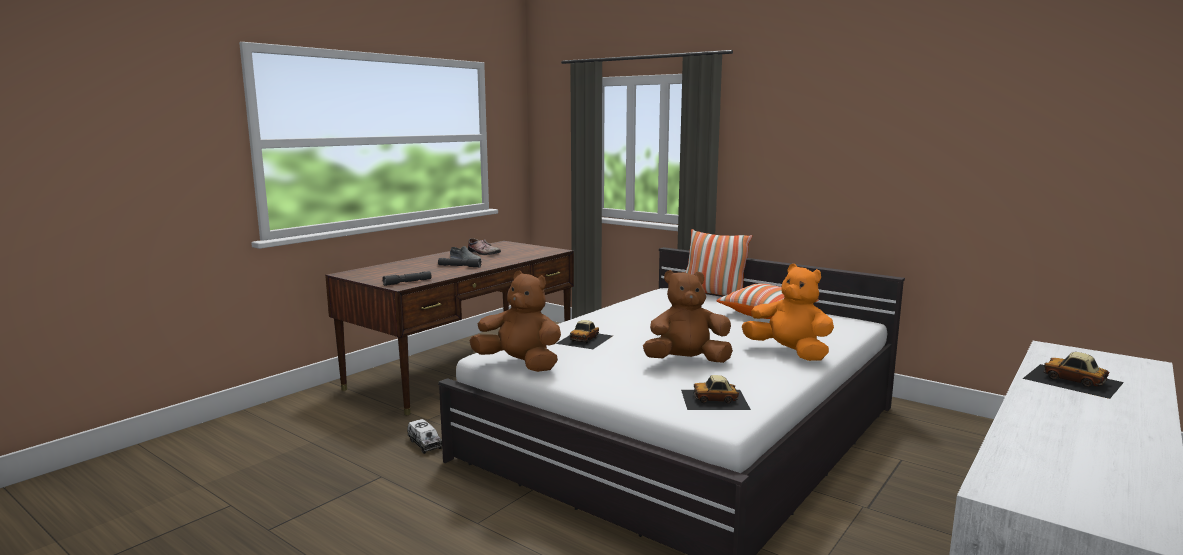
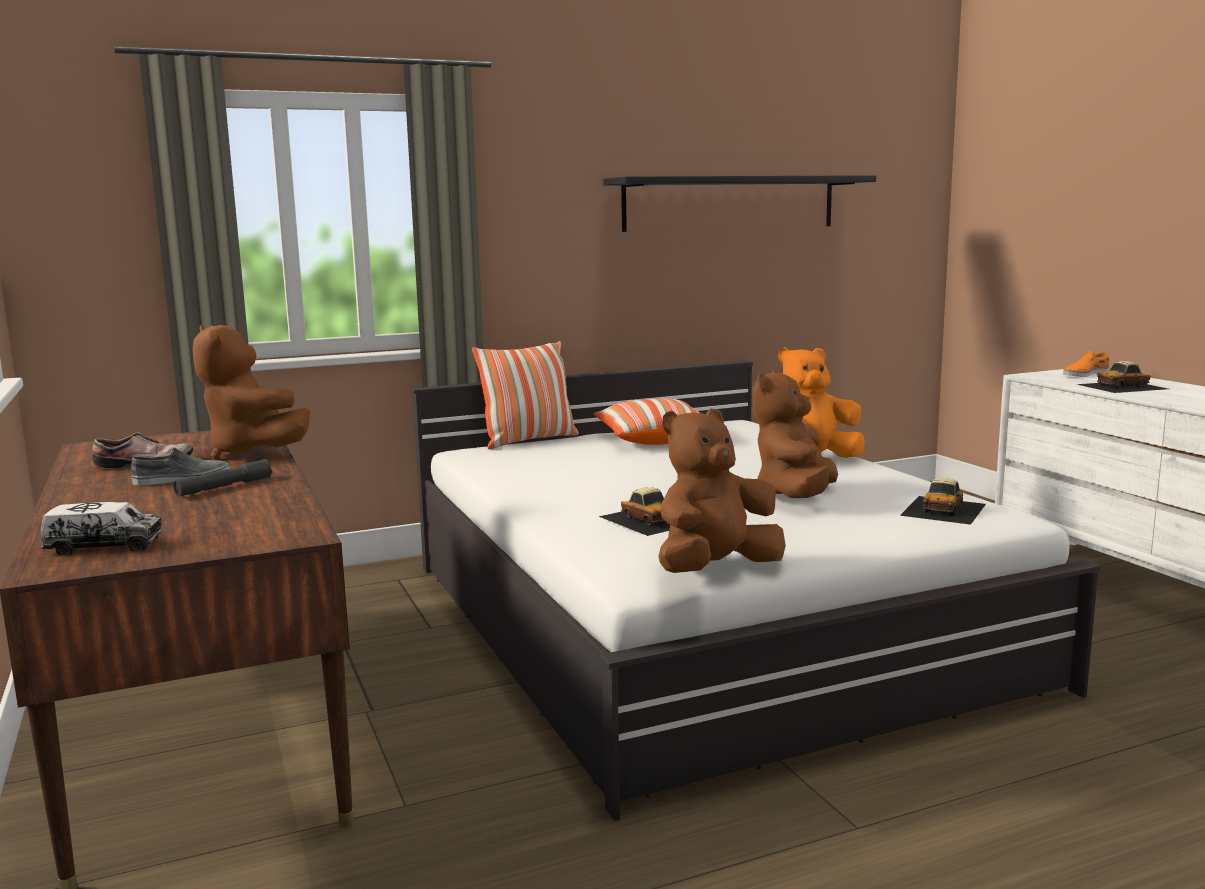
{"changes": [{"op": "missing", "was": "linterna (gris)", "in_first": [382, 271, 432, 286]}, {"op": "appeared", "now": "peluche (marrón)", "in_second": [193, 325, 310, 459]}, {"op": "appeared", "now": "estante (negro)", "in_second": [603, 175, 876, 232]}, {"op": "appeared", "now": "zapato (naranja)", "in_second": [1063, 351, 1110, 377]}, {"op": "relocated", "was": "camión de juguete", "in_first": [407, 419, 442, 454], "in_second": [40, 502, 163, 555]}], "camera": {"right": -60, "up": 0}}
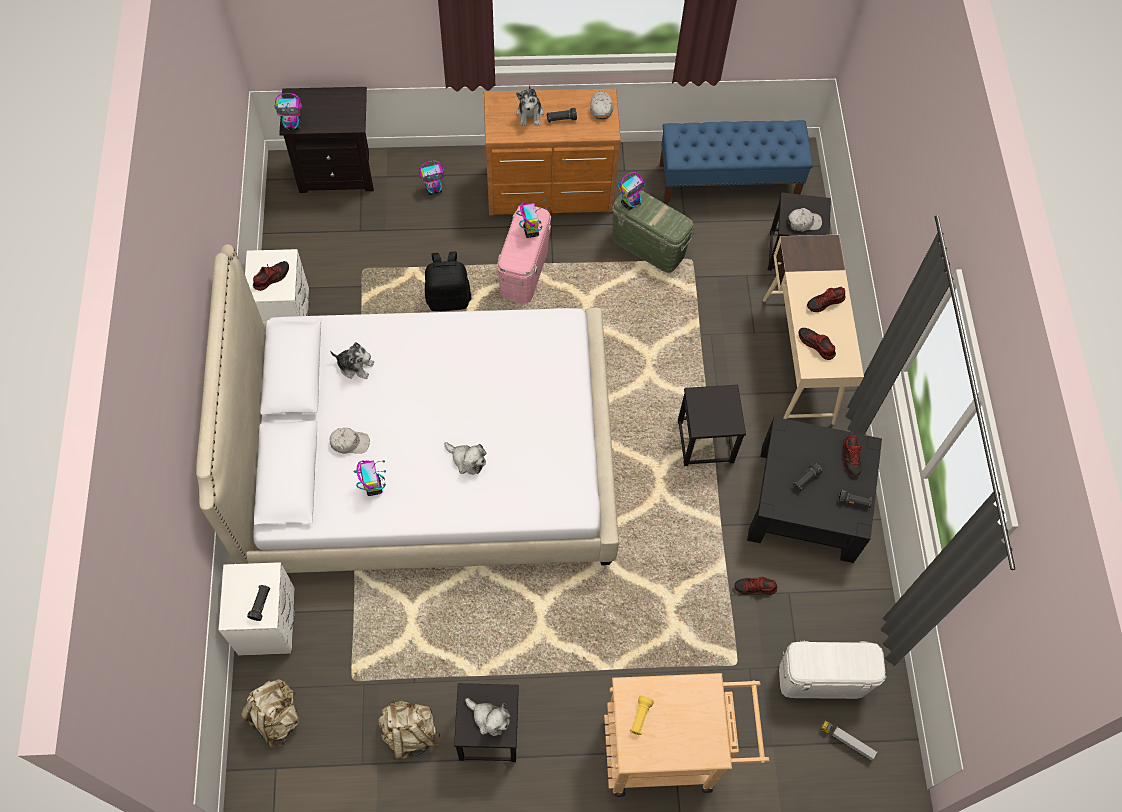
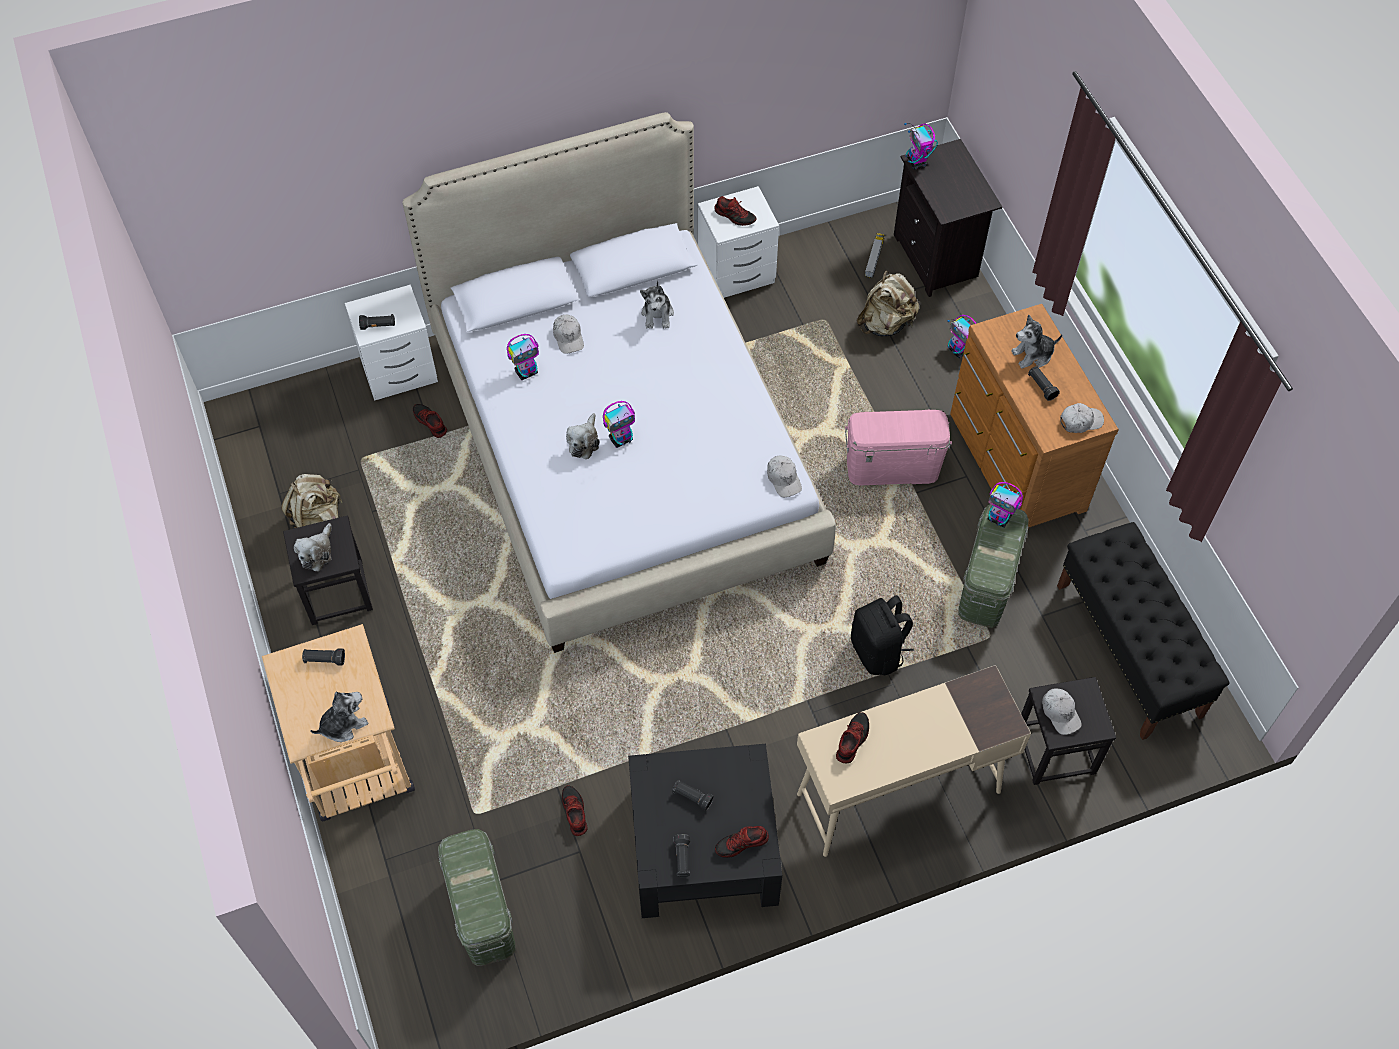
{"changes": [{"op": "missing", "was": "taburete (negro)", "in_first": [678, 385, 746, 466]}, {"op": "appeared", "now": "peluche", "in_second": [310, 692, 368, 742]}, {"op": "appeared", "now": "gorra (blanco)", "in_second": [767, 455, 802, 497]}, {"op": "relocated", "was": "mochila (beis)", "in_first": [240, 679, 299, 748], "in_second": [857, 271, 919, 336]}, {"op": "relocated", "was": "mochila (negro)", "in_first": [425, 252, 471, 311], "in_second": [851, 595, 914, 676]}, {"op": "relocated", "was": "robot de juguete", "in_first": [516, 199, 547, 238], "in_second": [603, 401, 635, 448]}, {"op": "relocated", "was": "zapato", "in_first": [807, 287, 846, 312], "in_second": [413, 404, 447, 438]}, {"op": "relocated", "was": "camión de juguete", "in_first": [820, 721, 878, 761], "in_second": [865, 233, 885, 278]}, {"op": "colour", "was": "linterna (amarillo)", "now": "linterna (negro)", "in_first": [630, 696, 654, 735], "in_second": [302, 648, 345, 665]}, {"op": "colour", "was": "banco (azul)", "now": "banco (negro)", "in_first": [660, 120, 813, 204], "in_second": [1057, 522, 1230, 740]}, {"op": "colour", "was": "caja de almacenaje (blanco)", "now": "caja de almacenaje (verde)", "in_first": [779, 641, 886, 699], "in_second": [438, 829, 516, 966]}], "camera": {"right": 75, "up": -5}}
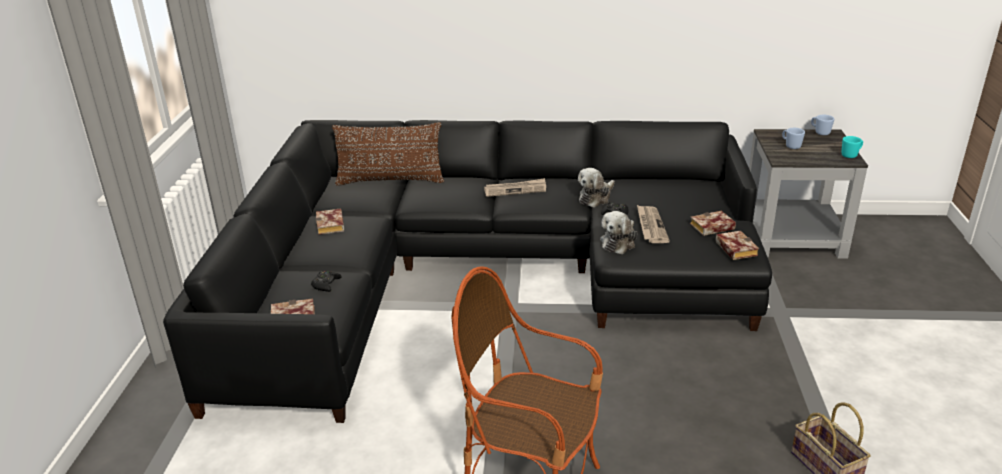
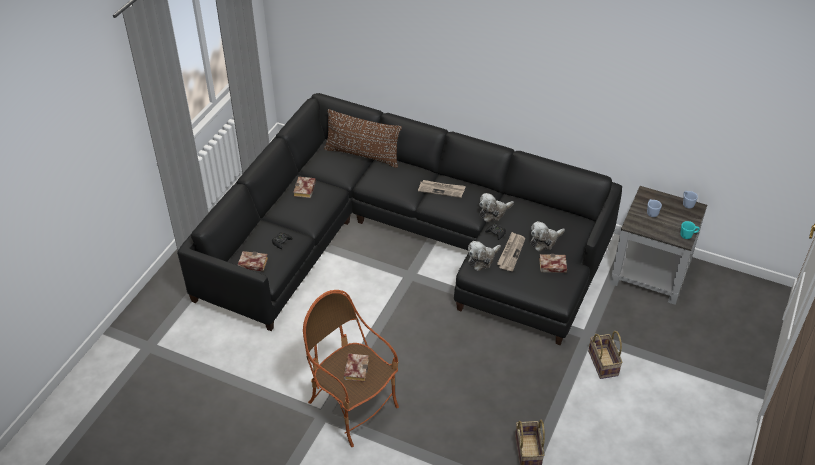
{"changes": [{"op": "appeared", "now": "peluche", "in_second": [530, 221, 565, 251]}, {"op": "appeared", "now": "cesta", "in_second": [588, 331, 623, 379]}, {"op": "relocated", "was": "libro", "in_first": [716, 231, 759, 260], "in_second": [344, 354, 369, 382]}], "camera": {"right": 20, "up": 15}}
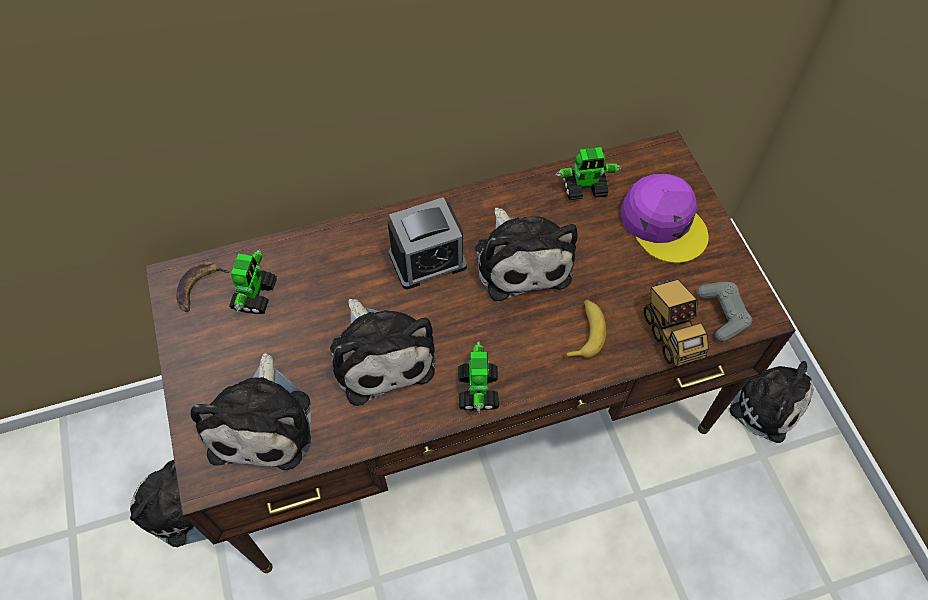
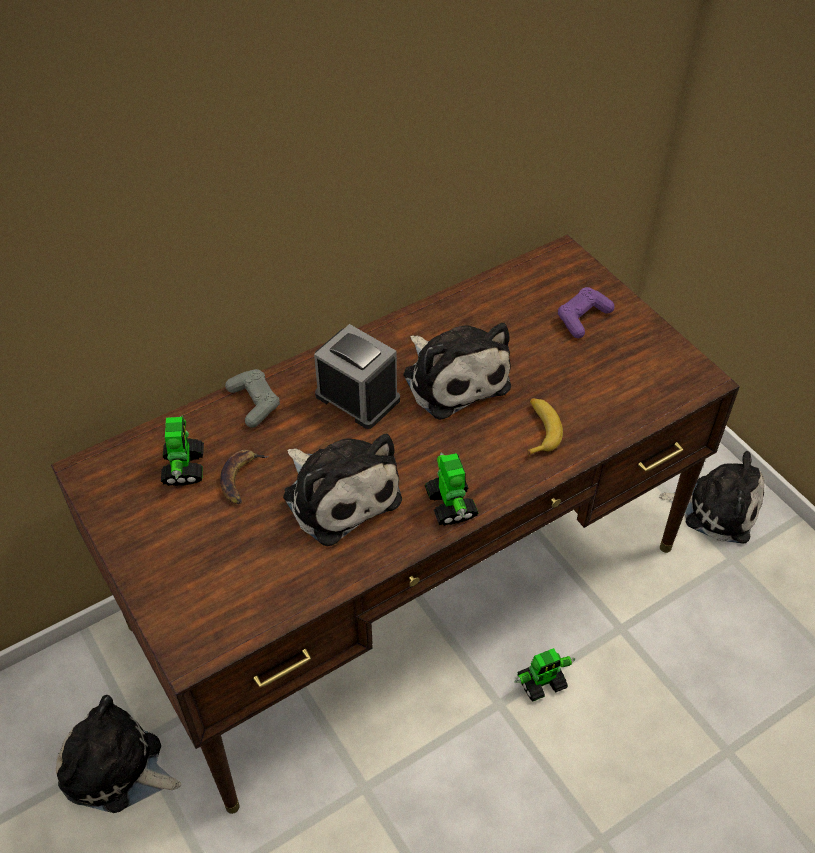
{"changes": [{"op": "missing", "was": "peluche", "in_first": [190, 353, 311, 470]}, {"op": "missing", "was": "camión de juguete", "in_first": [644, 278, 709, 367]}, {"op": "relocated", "was": "plátano", "in_first": [177, 262, 231, 312], "in_second": [220, 450, 270, 504]}, {"op": "relocated", "was": "robot de juguete", "in_first": [555, 147, 622, 200], "in_second": [515, 648, 575, 702]}, {"op": "relocated", "was": "mando de consola (gris)", "in_first": [697, 282, 753, 342], "in_second": [225, 369, 280, 428]}, {"op": "exchanged", "was": "gorra (morado)", "now": "mando de consola (morado)", "in_first": [621, 174, 709, 263], "in_second": [558, 287, 615, 338]}, {"op": "spun", "was": "despertador", "in_first": [388, 197, 467, 290], "in_second": [314, 324, 400, 429], "clockwise": -105}], "camera": {"right": -15, "up": -10}}
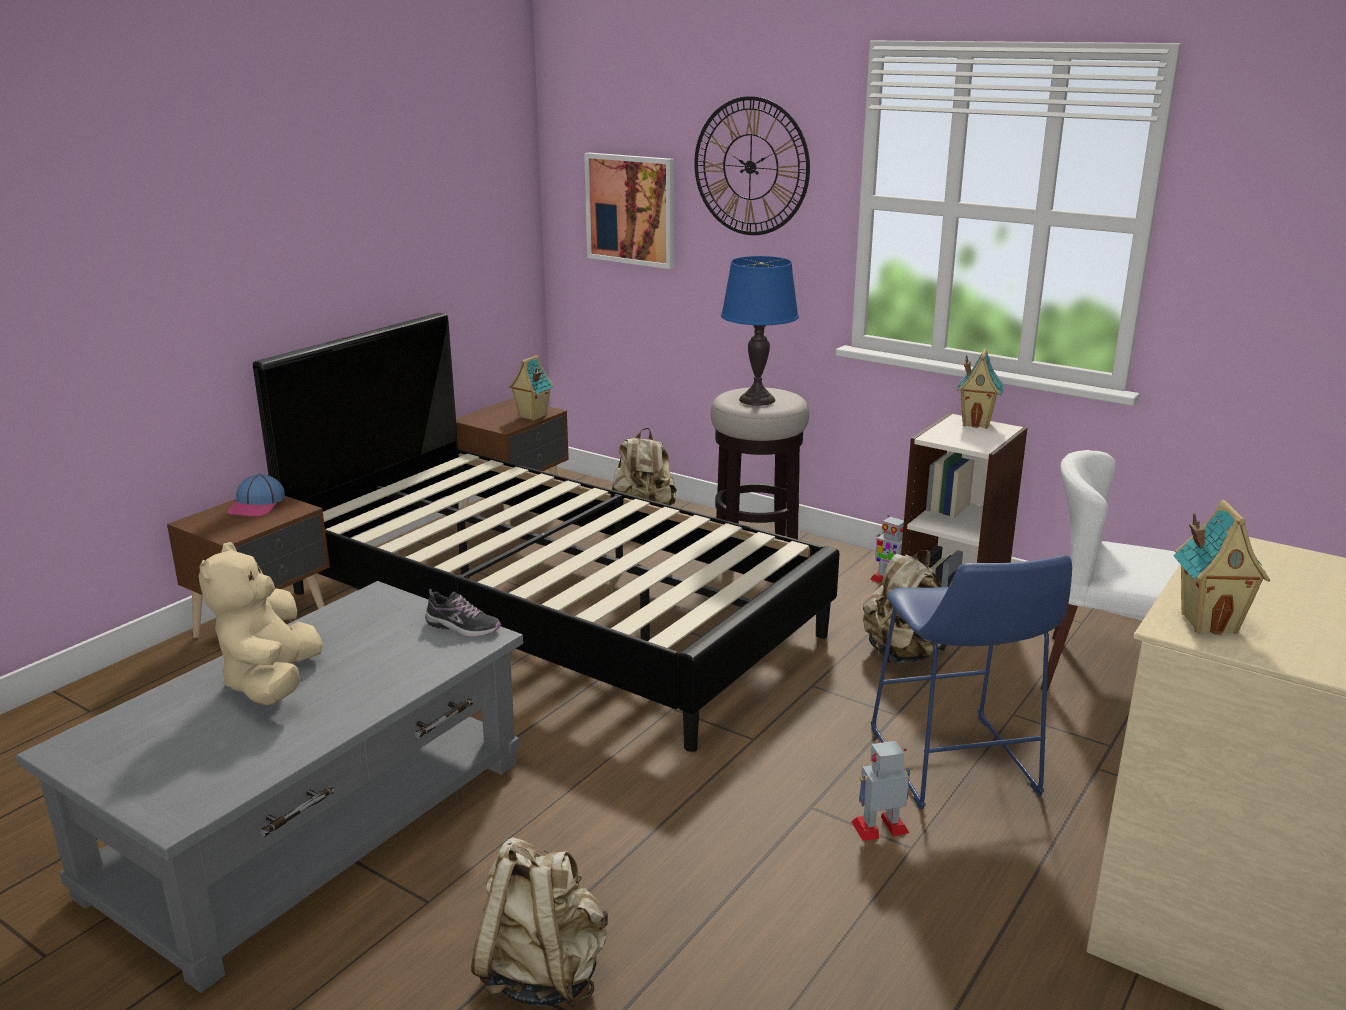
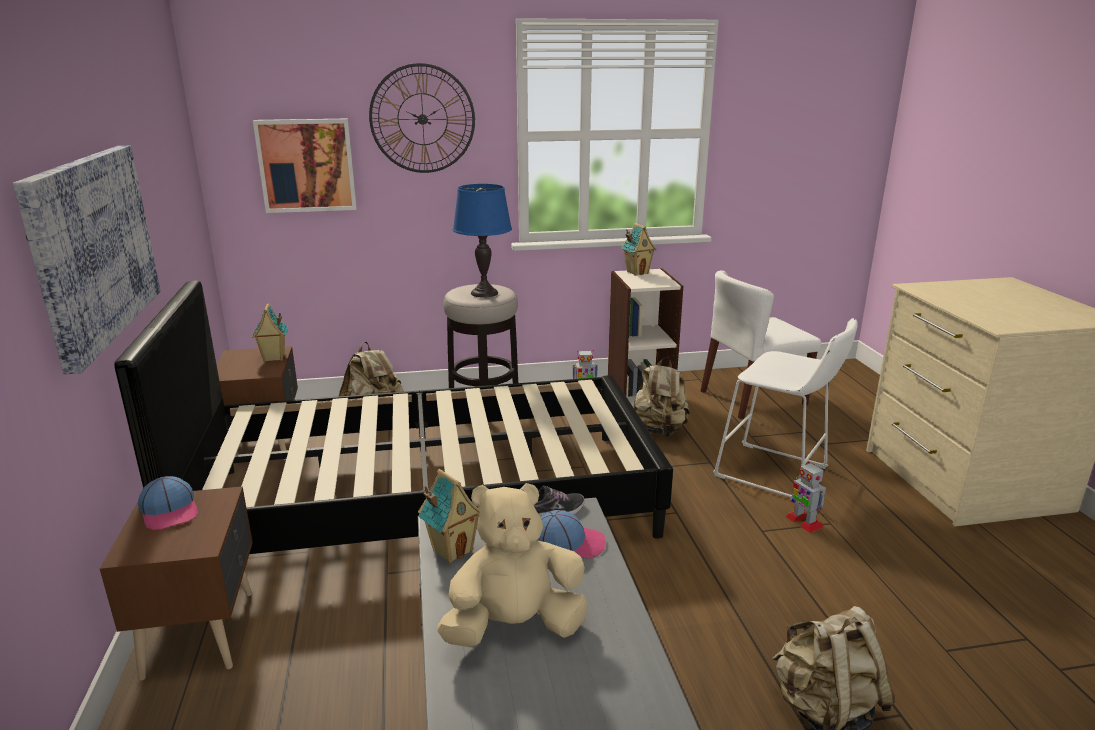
{"changes": [{"op": "appeared", "now": "cuadro", "in_second": [13, 146, 161, 374]}, {"op": "appeared", "now": "gorra", "in_second": [538, 510, 606, 559]}, {"op": "relocated", "was": "casita", "in_first": [1173, 499, 1270, 635], "in_second": [418, 469, 479, 563]}, {"op": "colour", "was": "taburete (azul)", "now": "taburete (blanco)", "in_first": [871, 555, 1072, 810], "in_second": [713, 318, 858, 500]}, {"op": "spun", "was": "peluche (beis)", "in_first": [198, 542, 323, 705], "in_second": [437, 483, 588, 647], "clockwise": 120}, {"op": "spun", "was": "robot de juguete", "in_first": [851, 741, 912, 841], "in_second": [785, 461, 826, 533], "clockwise": -60}], "camera": {"right": -45, "up": 0}}
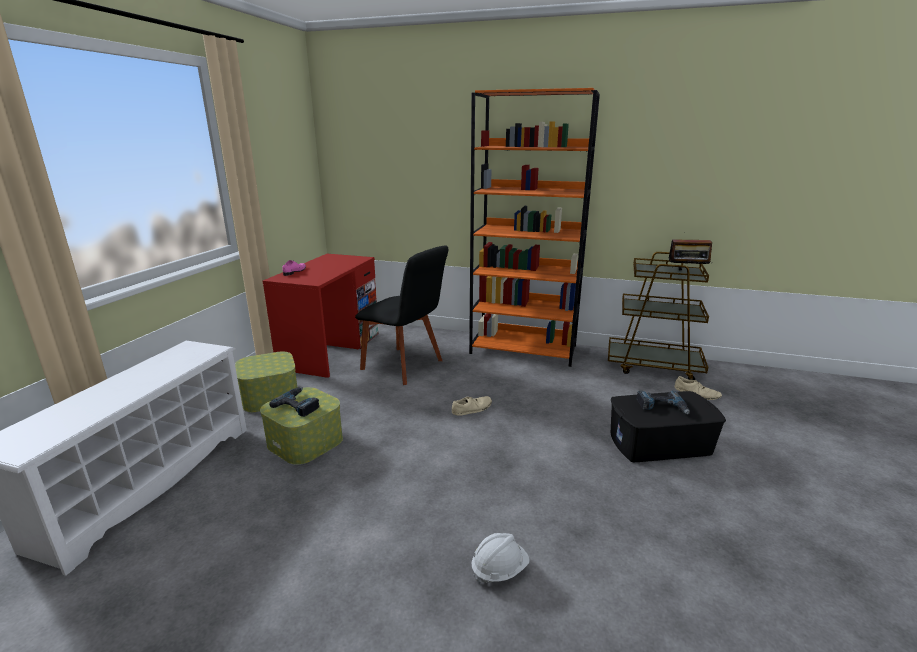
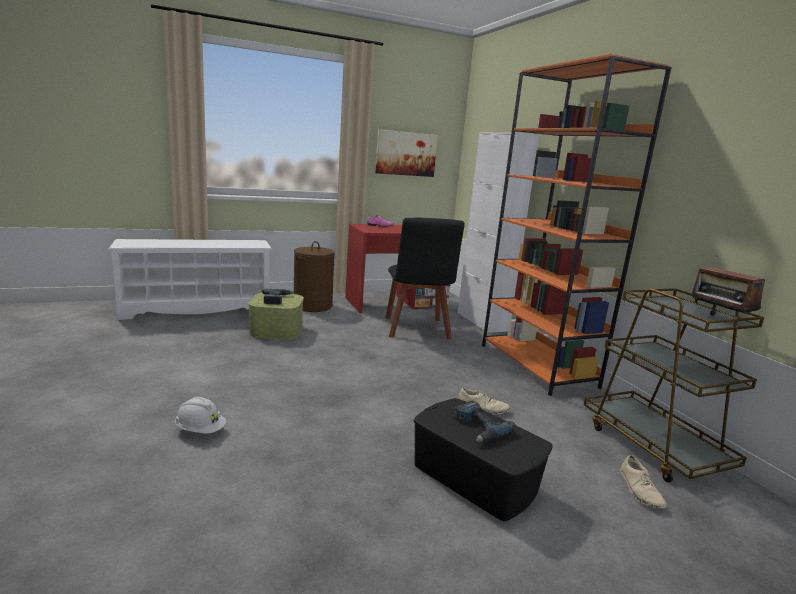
{"changes": [{"op": "appeared", "now": "cuadro", "in_second": [375, 130, 438, 177]}, {"op": "appeared", "now": "armario (blanco)", "in_second": [458, 132, 540, 333]}, {"op": "relocated", "was": "zapato (beis)", "in_first": [452, 396, 492, 416], "in_second": [458, 387, 510, 414]}, {"op": "exchanged", "was": "caja de almacenaje", "now": "cesto de la ropa (marrón)", "in_first": [235, 352, 297, 412], "in_second": [294, 241, 335, 312]}], "camera": {"right": 50, "up": -5}}
